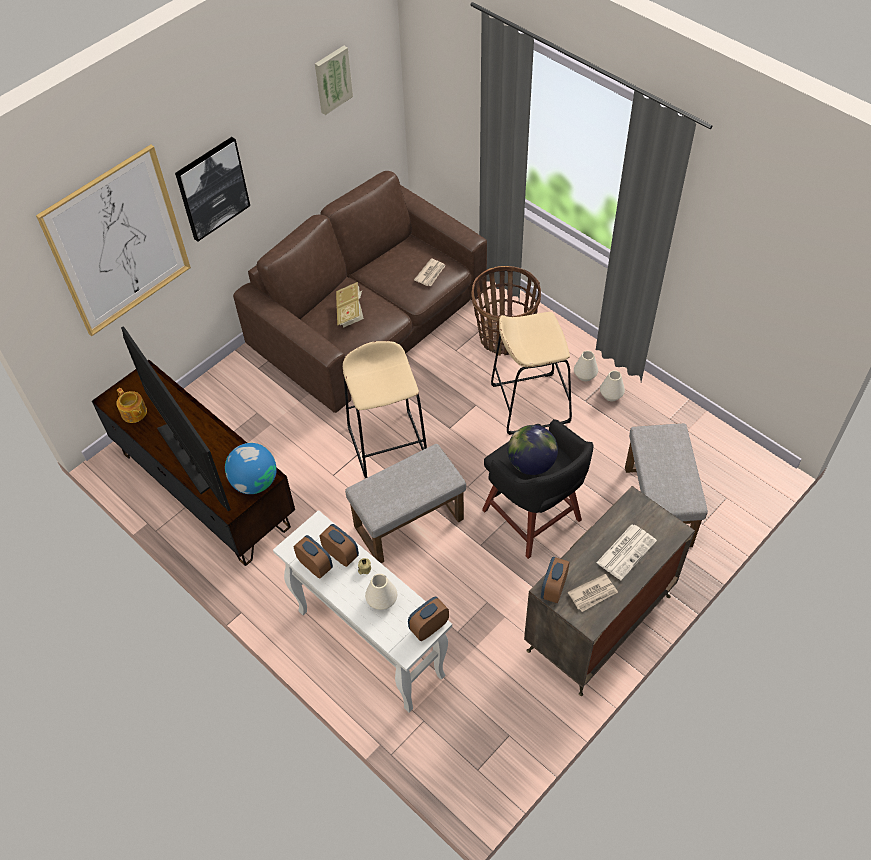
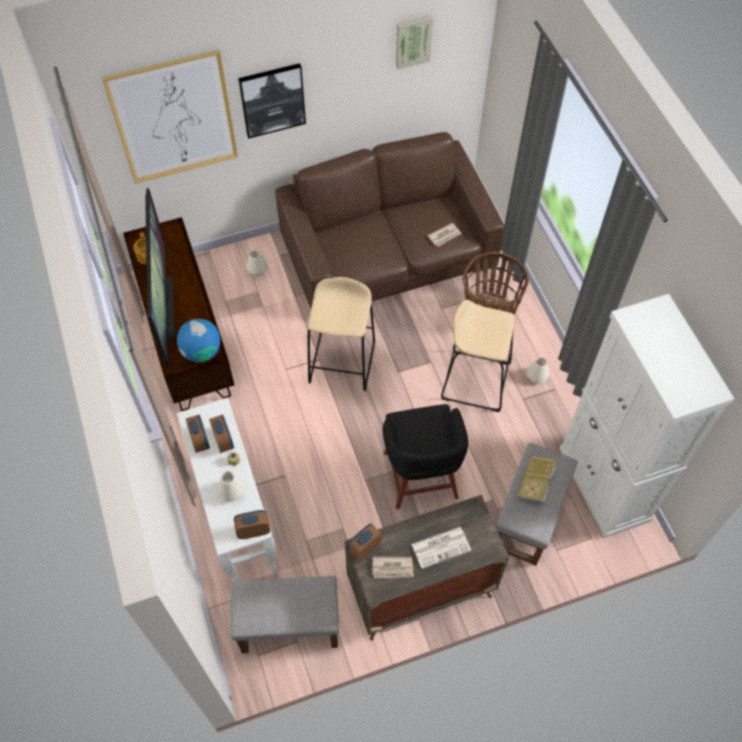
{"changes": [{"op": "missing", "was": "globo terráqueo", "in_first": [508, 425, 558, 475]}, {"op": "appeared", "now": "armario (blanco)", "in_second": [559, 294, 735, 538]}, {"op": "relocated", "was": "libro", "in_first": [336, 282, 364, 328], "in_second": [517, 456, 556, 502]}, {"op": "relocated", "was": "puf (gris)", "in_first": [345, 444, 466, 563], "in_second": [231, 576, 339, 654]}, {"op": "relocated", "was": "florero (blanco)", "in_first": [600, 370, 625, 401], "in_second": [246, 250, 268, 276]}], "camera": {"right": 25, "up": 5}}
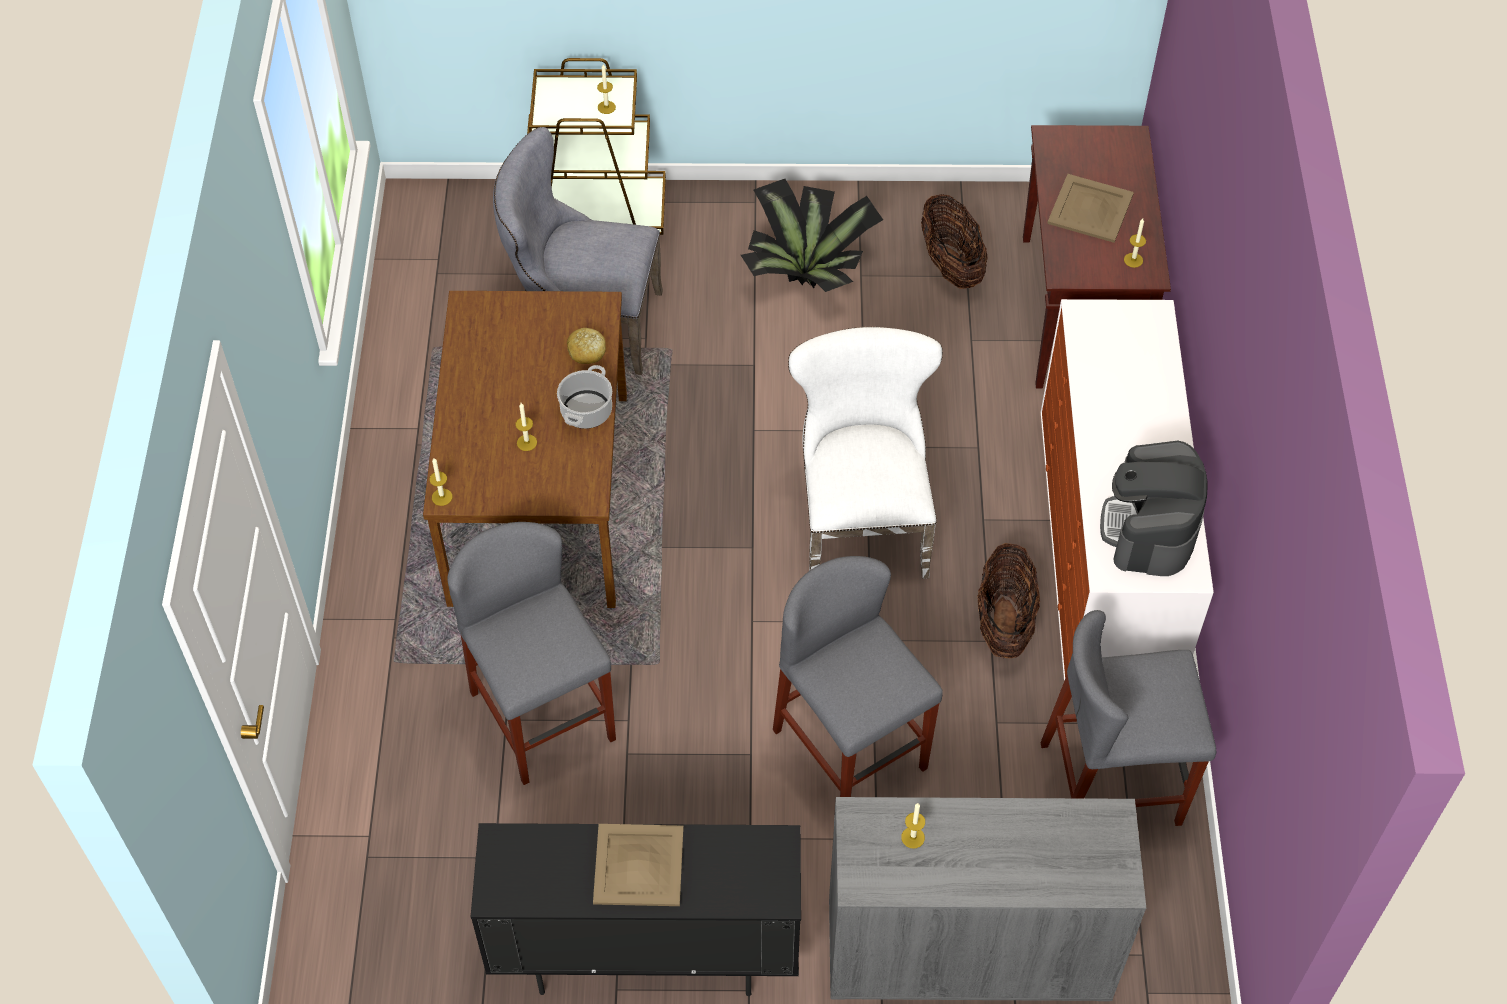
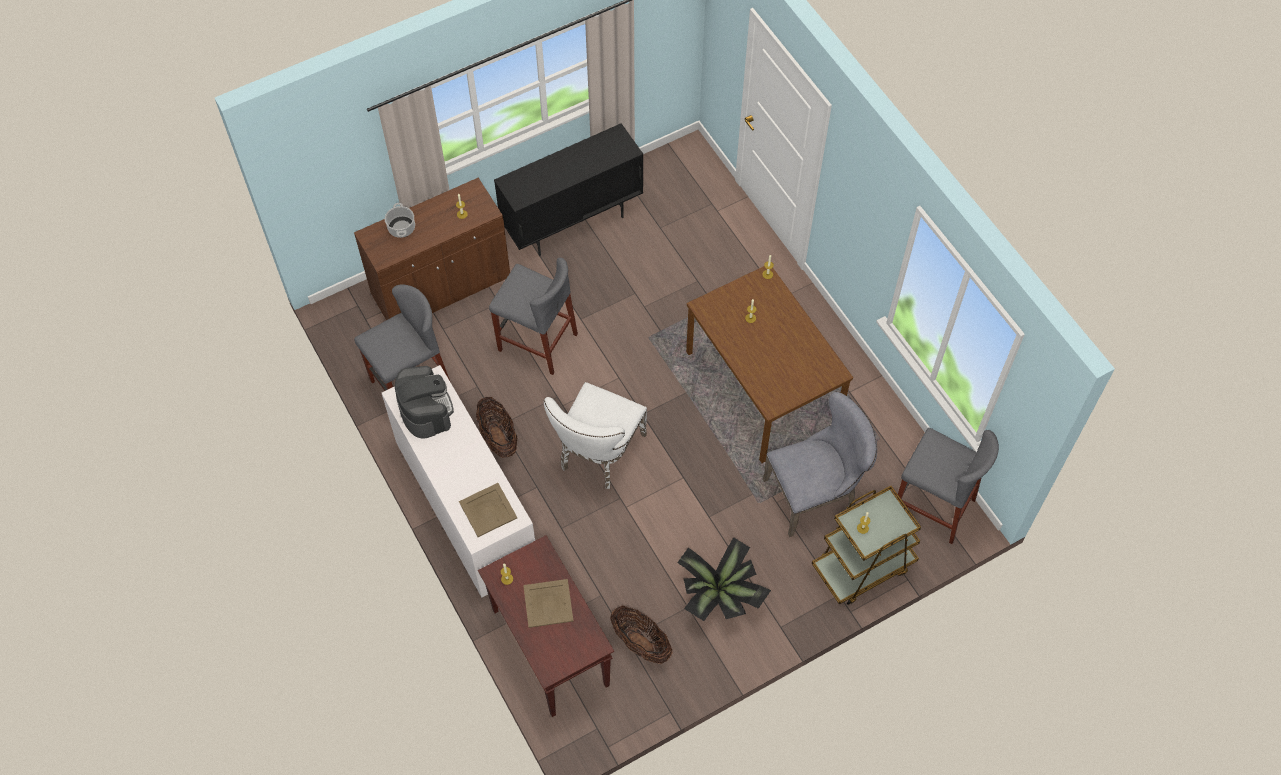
{"changes": [{"op": "missing", "was": "pan", "in_first": [567, 328, 606, 364]}, {"op": "relocated", "was": "taburete (gris)", "in_first": [447, 522, 616, 785], "in_second": [897, 428, 999, 544]}, {"op": "relocated", "was": "olla", "in_first": [557, 365, 612, 429], "in_second": [385, 203, 415, 238]}, {"op": "relocated", "was": "bandeja (beis)", "in_first": [593, 824, 684, 906], "in_second": [459, 483, 517, 537]}, {"op": "colour", "was": "armario (gris)", "now": "armario (marrón)", "in_first": [829, 797, 1146, 1001], "in_second": [354, 178, 510, 320]}, {"op": "spun", "was": "silla (blanco)", "in_first": [788, 327, 943, 579], "in_second": [544, 382, 647, 489], "clockwise": 60}], "camera": {"right": 150, "up": 5}}
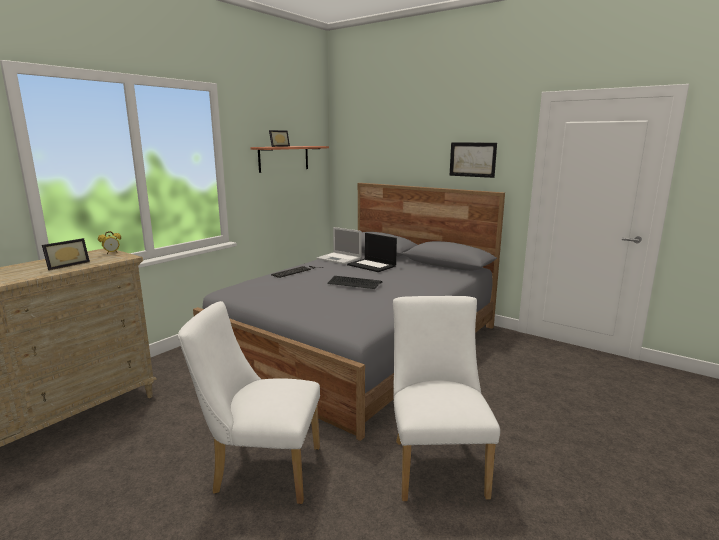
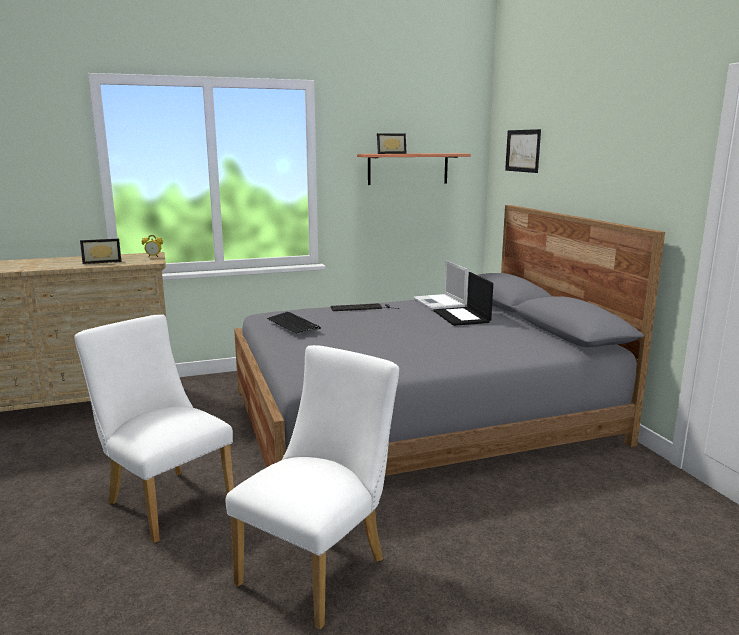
{"changes": [{"op": "relocated", "was": "teclado", "in_first": [327, 276, 382, 289], "in_second": [267, 312, 321, 334]}, {"op": "relocated", "was": "cuadro", "in_first": [450, 142, 497, 178], "in_second": [505, 129, 541, 173]}], "camera": {"right": 35, "up": 0}}
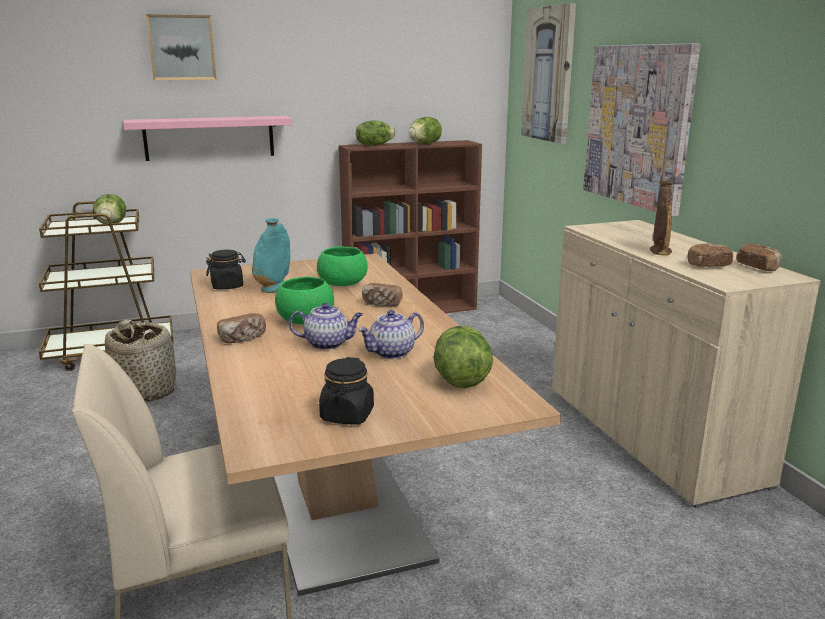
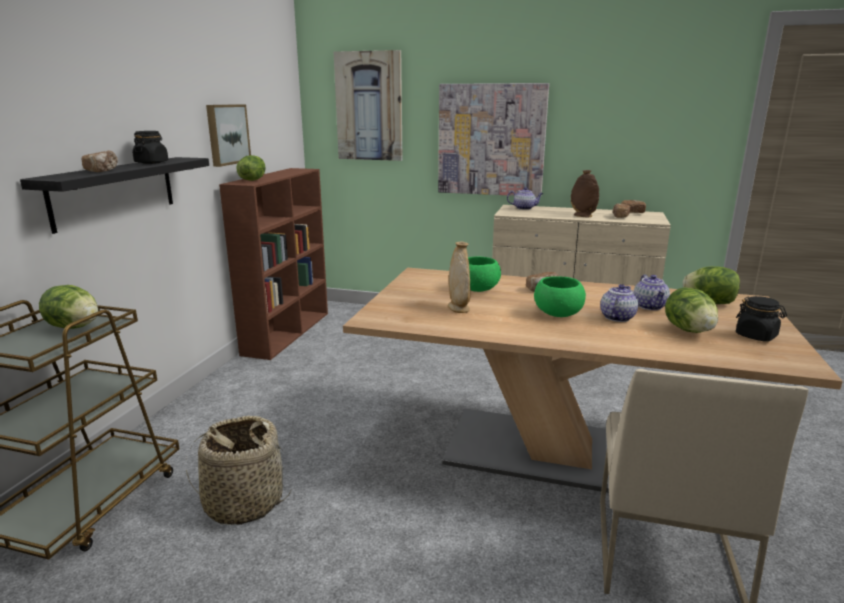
{"changes": [{"op": "appeared", "now": "tetera", "in_second": [507, 187, 543, 210]}, {"op": "relocated", "was": "cuadro", "in_first": [146, 14, 216, 80], "in_second": [206, 104, 251, 167]}, {"op": "relocated", "was": "tarro (negro)", "in_first": [206, 250, 246, 289], "in_second": [132, 131, 168, 164]}, {"op": "relocated", "was": "pan", "in_first": [217, 313, 266, 343], "in_second": [81, 151, 118, 172]}, {"op": "relocated", "was": "lechuga", "in_first": [408, 117, 442, 144], "in_second": [665, 287, 718, 333]}, {"op": "colour", "was": "estante (rosa)", "now": "estante (negro)", "in_first": [123, 116, 292, 161], "in_second": [20, 157, 209, 234]}, {"op": "colour", "was": "florero (turquesa)", "now": "florero (beis)", "in_first": [252, 218, 290, 293], "in_second": [448, 242, 471, 313]}], "camera": {"right": -55, "up": 0}}
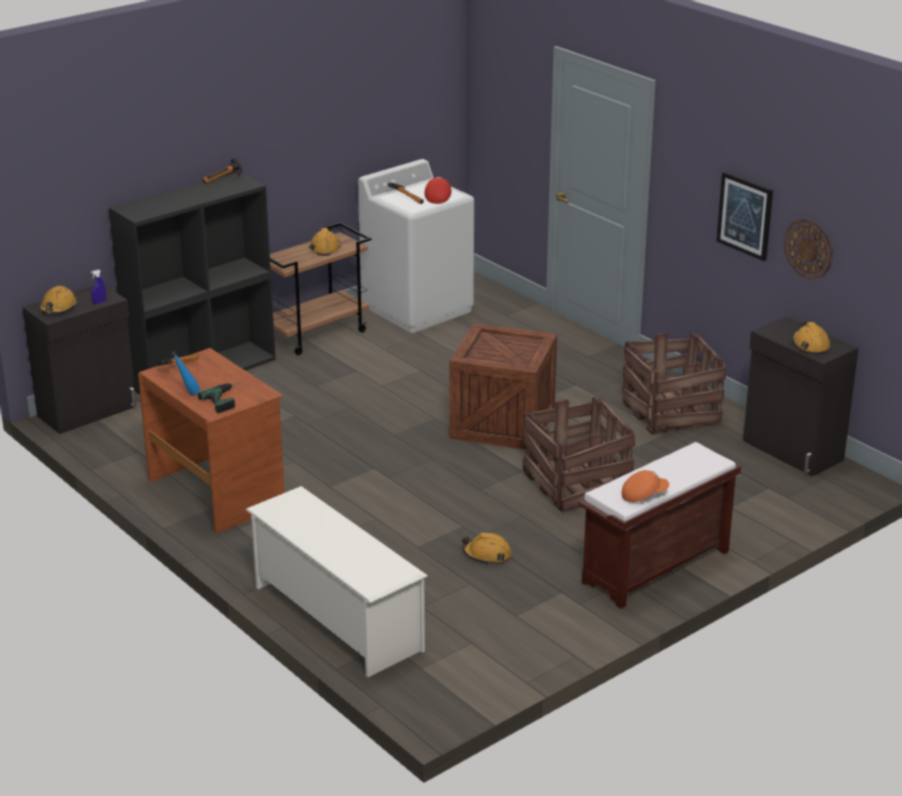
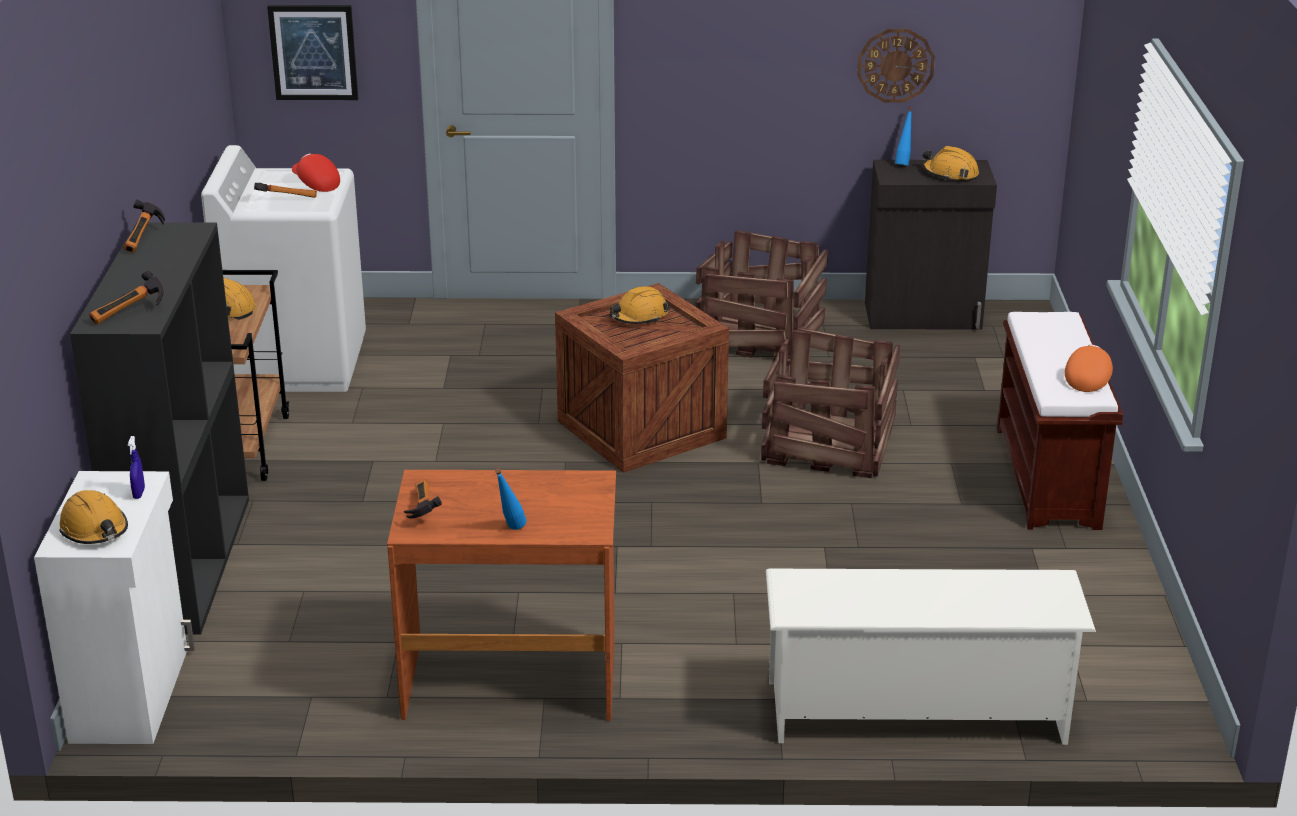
{"changes": [{"op": "missing", "was": "taladro", "in_first": [198, 383, 239, 414]}, {"op": "appeared", "now": "martillo", "in_second": [89, 271, 163, 324]}, {"op": "appeared", "now": "botella (azul)", "in_second": [895, 107, 913, 166]}, {"op": "relocated", "was": "casco (naranja)", "in_first": [462, 532, 512, 564], "in_second": [610, 286, 670, 324]}, {"op": "relocated", "was": "cuadro", "in_first": [717, 172, 773, 261], "in_second": [267, 5, 358, 100]}, {"op": "colour", "was": "armario (negro)", "now": "armario (blanco)", "in_first": [23, 285, 136, 434], "in_second": [34, 471, 195, 744]}], "camera": {"right": -50, "up": 0}}
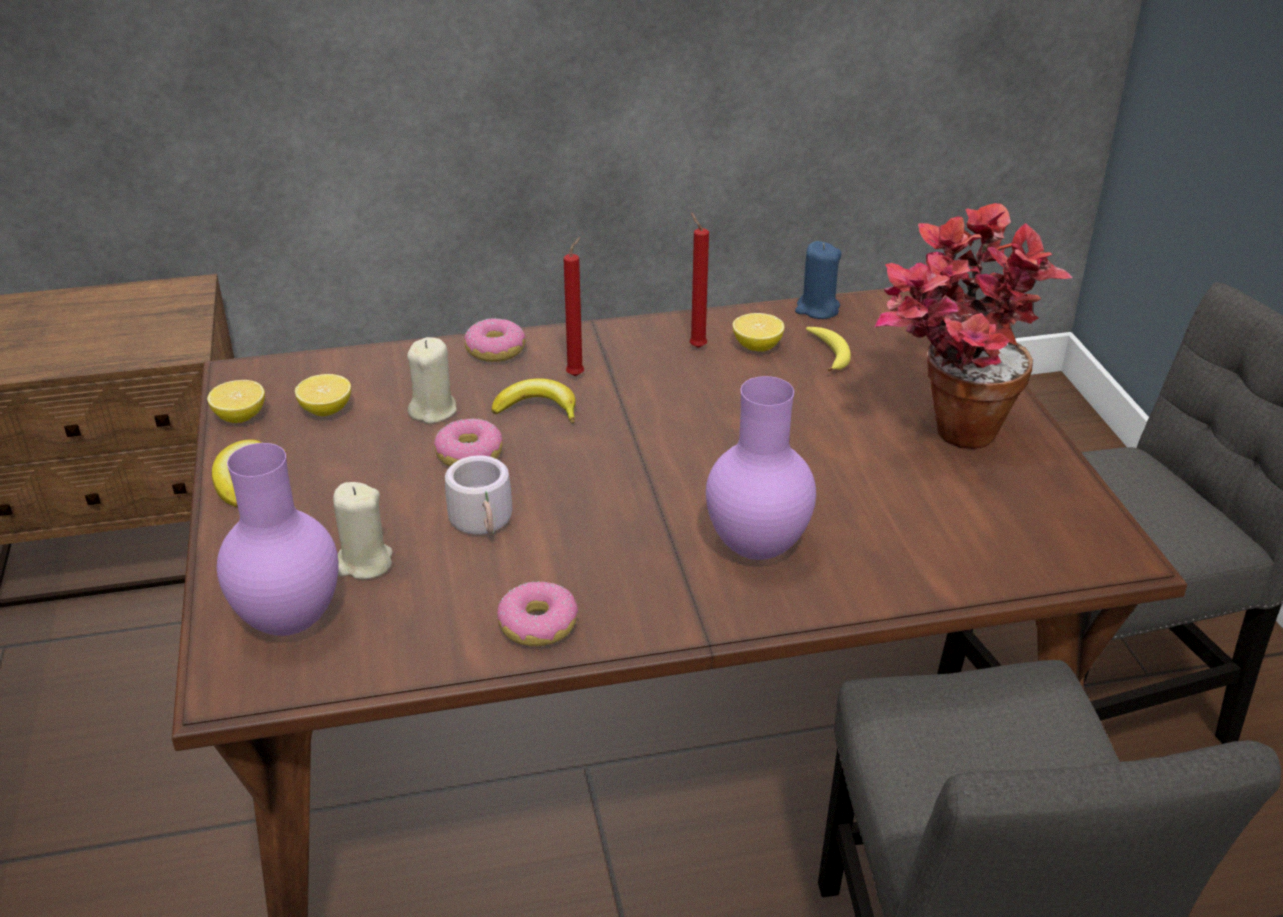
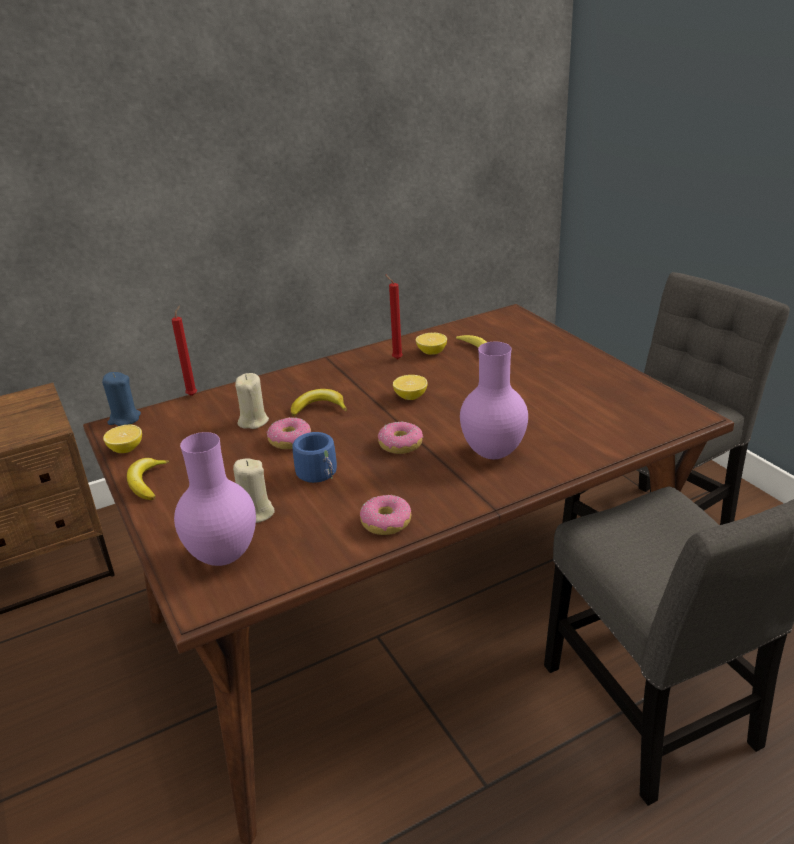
{"changes": [{"op": "missing", "was": "planta en maceta", "in_first": [874, 203, 1073, 449]}, {"op": "relocated", "was": "limón", "in_first": [295, 374, 351, 416], "in_second": [393, 375, 428, 400]}, {"op": "relocated", "was": "rosquilla", "in_first": [464, 318, 526, 362], "in_second": [378, 421, 423, 454]}, {"op": "relocated", "was": "vela (rojo)", "in_first": [563, 237, 584, 376], "in_second": [171, 305, 197, 396]}, {"op": "relocated", "was": "vela (azul)", "in_first": [795, 241, 841, 319], "in_second": [102, 372, 141, 426]}, {"op": "colour", "was": "taza grande (gris)", "now": "taza grande (azul)", "in_first": [445, 455, 512, 535], "in_second": [292, 432, 337, 483]}], "camera": {"right": -15, "up": -5}}
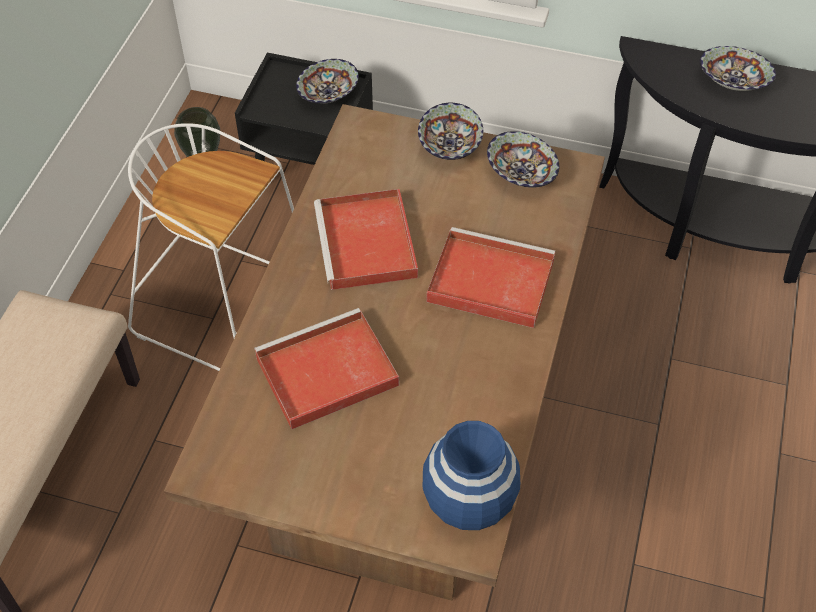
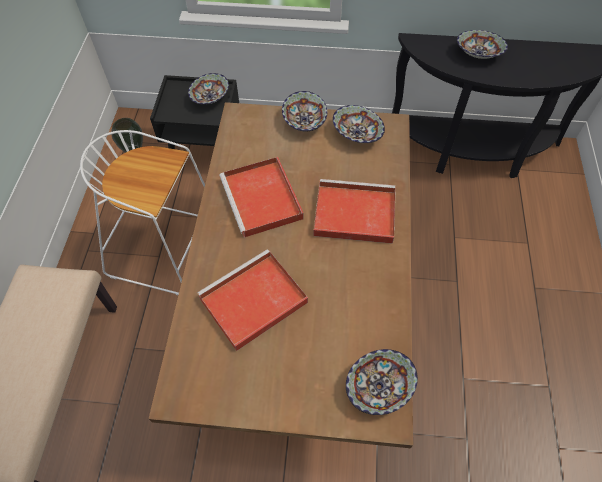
{"changes": [{"op": "exchanged", "was": "florero (azul)", "now": "cuenco", "in_first": [423, 421, 520, 530], "in_second": [346, 349, 418, 415]}], "camera": {"right": -10, "up": 5}}
